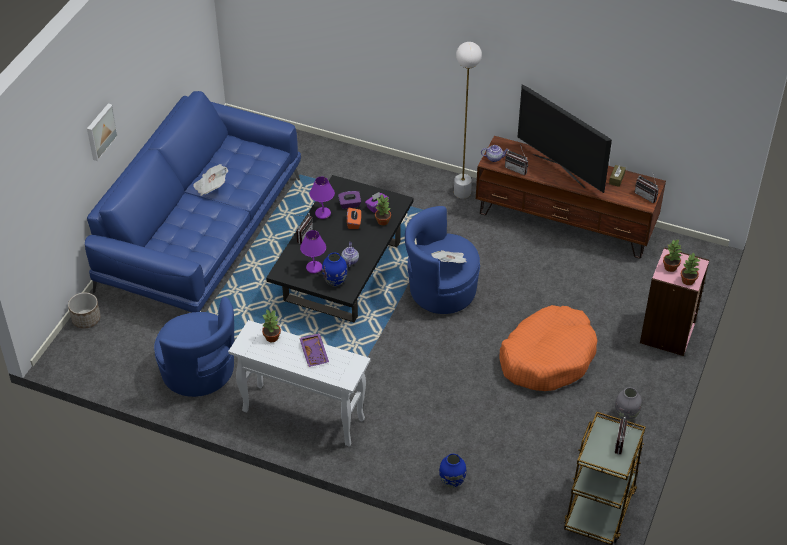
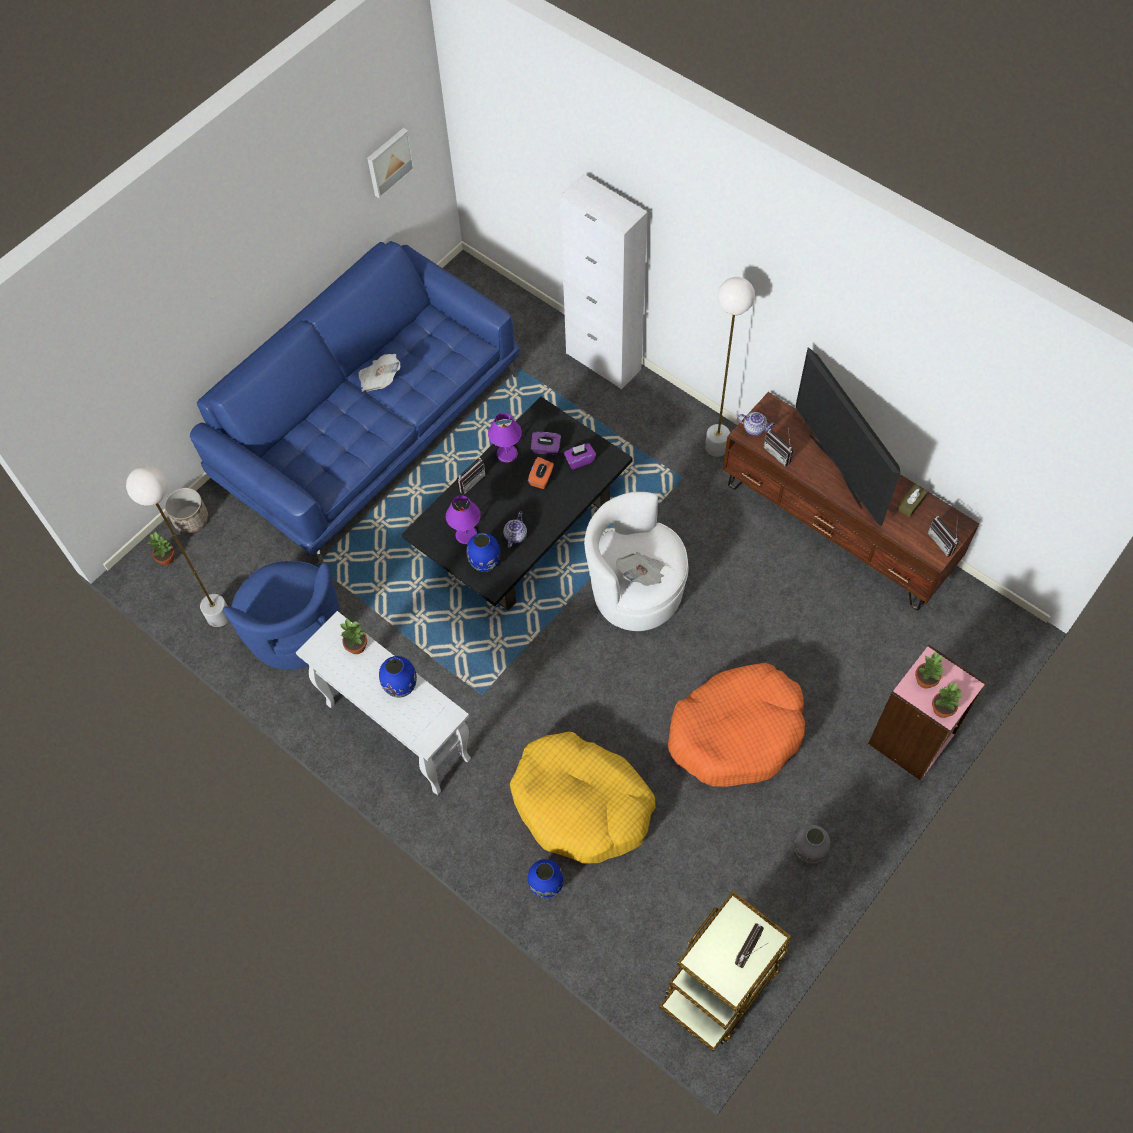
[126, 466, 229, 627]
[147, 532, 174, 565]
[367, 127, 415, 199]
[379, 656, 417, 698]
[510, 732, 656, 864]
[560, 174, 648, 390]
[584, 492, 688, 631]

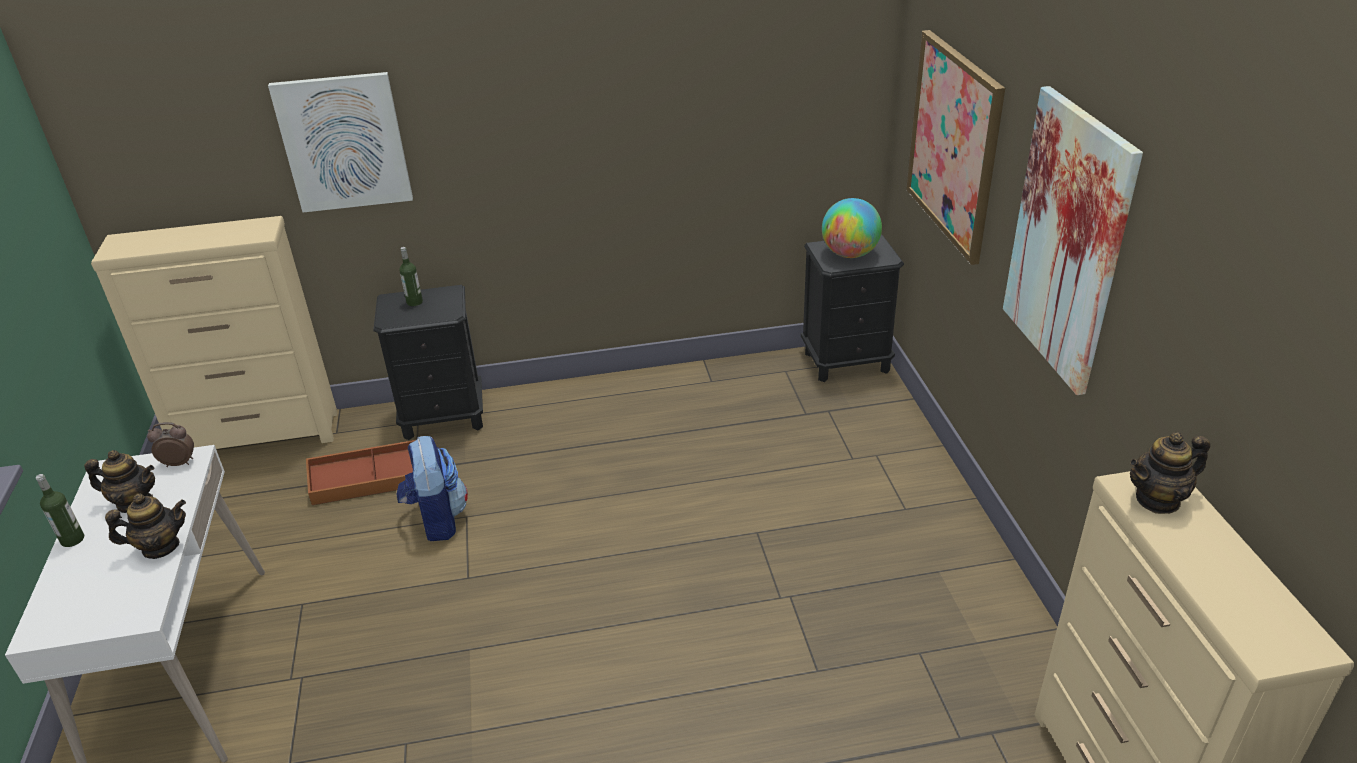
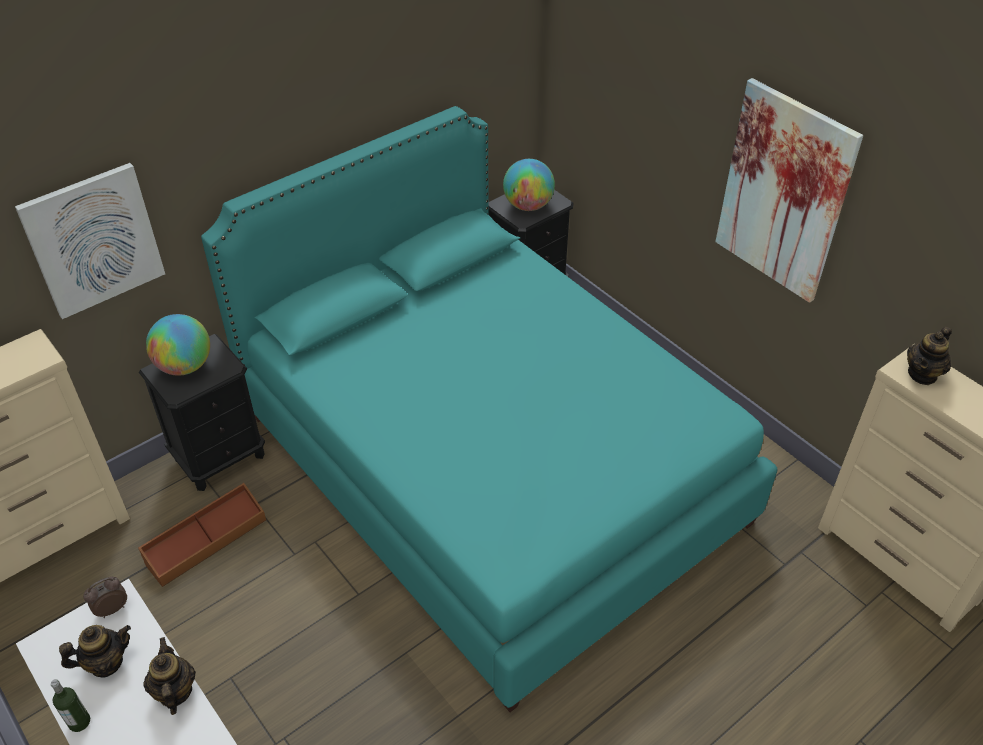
[143, 637, 196, 715]
[146, 314, 210, 376]
[201, 106, 777, 712]
[397, 436, 468, 541] (first image)
[906, 30, 1005, 265] (first image)

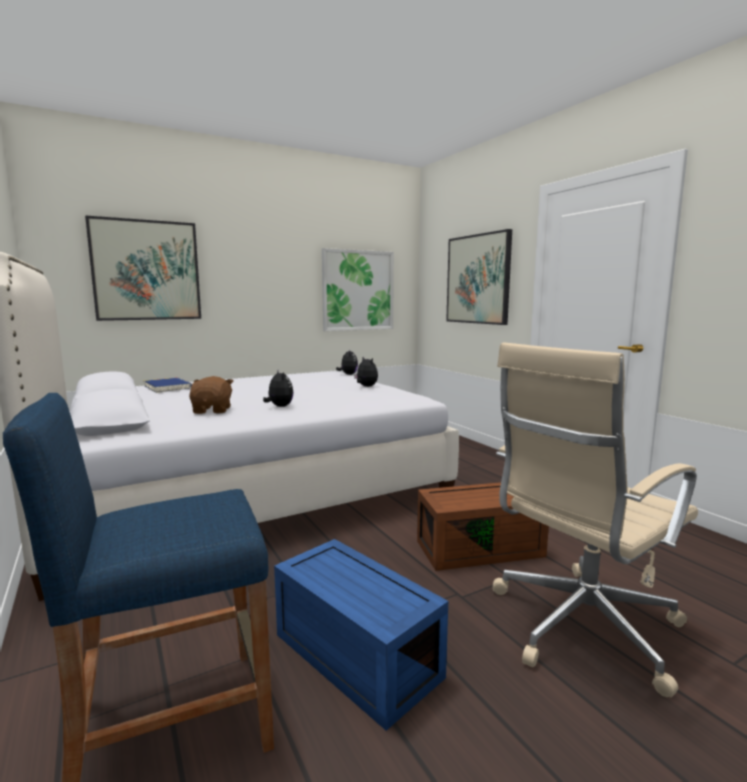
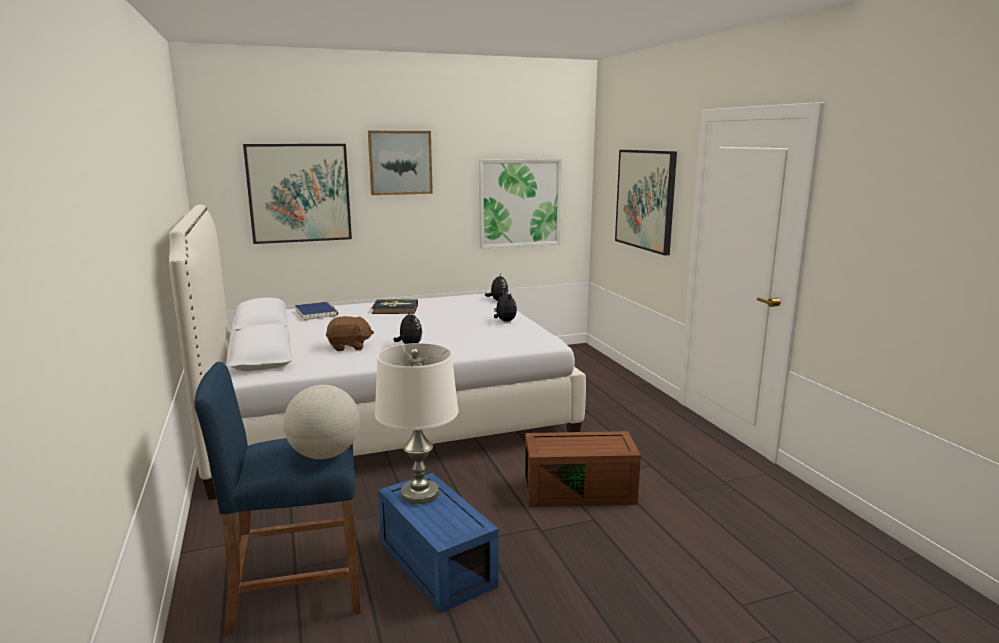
[283, 385, 360, 459]
[326, 316, 374, 351]
[368, 131, 433, 195]
[372, 299, 418, 314]
[375, 343, 459, 504]
[493, 342, 698, 697] (first image)

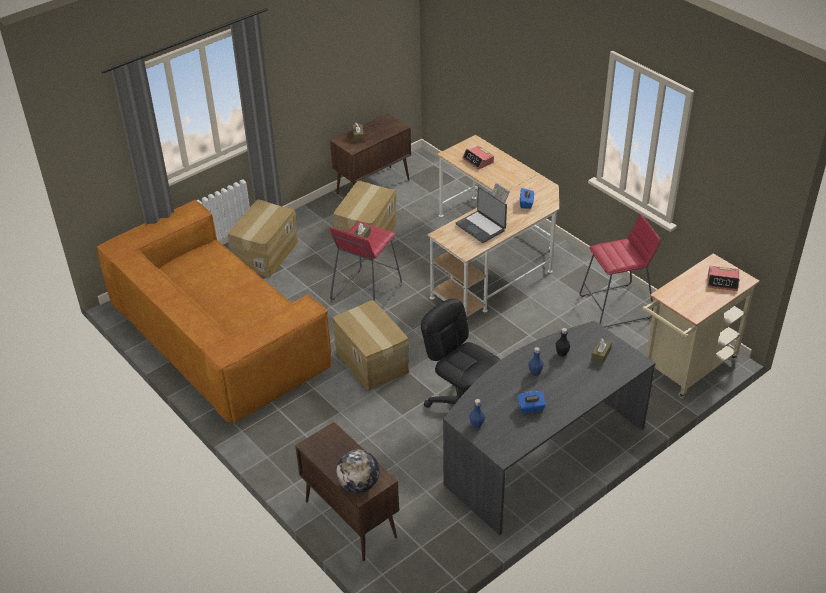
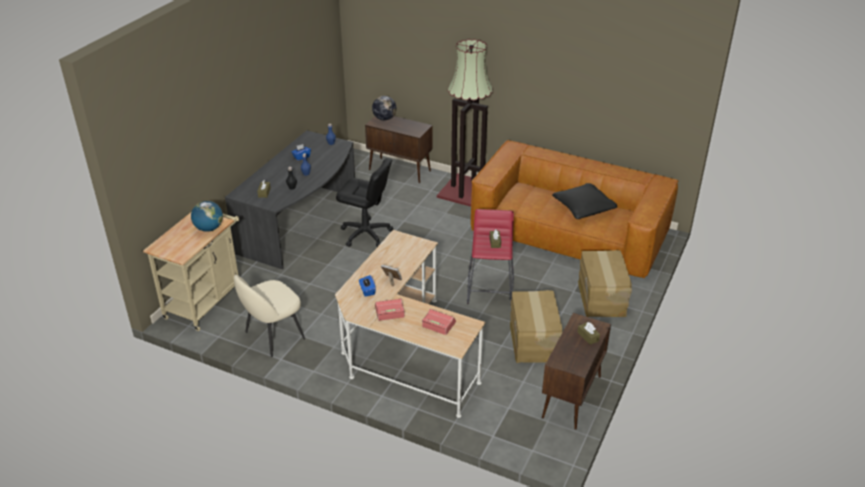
[191, 201, 223, 232]
[234, 275, 305, 357]
[375, 299, 405, 321]
[437, 39, 493, 207]
[552, 183, 617, 219]
[332, 300, 409, 391] (first image)
[455, 186, 507, 243] (first image)

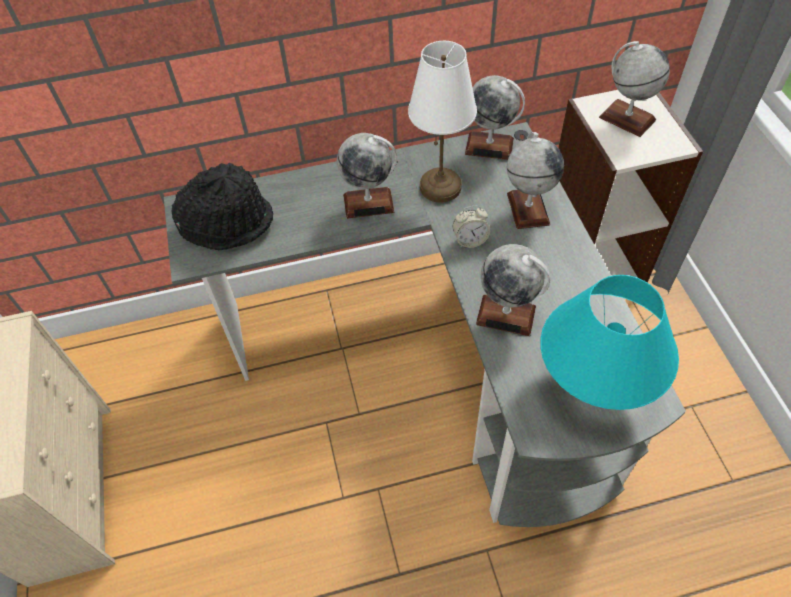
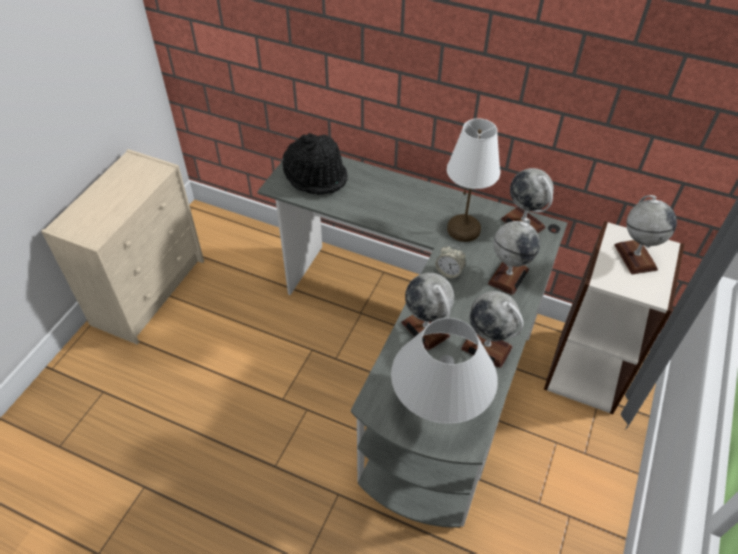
[391, 318, 498, 424]
[461, 291, 523, 368]

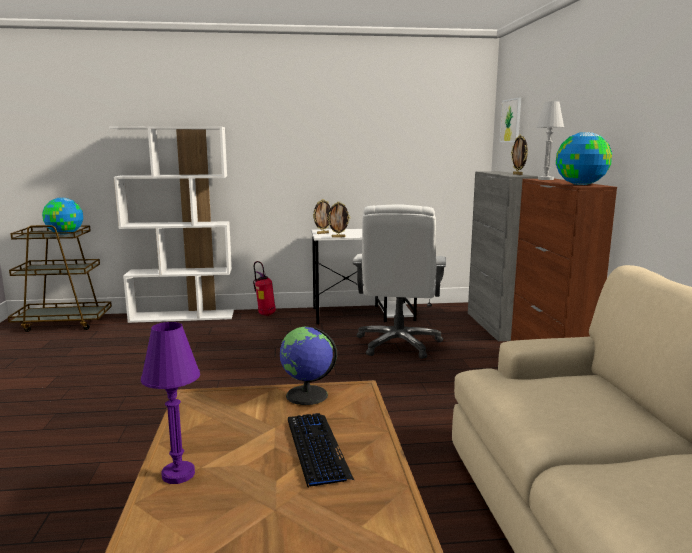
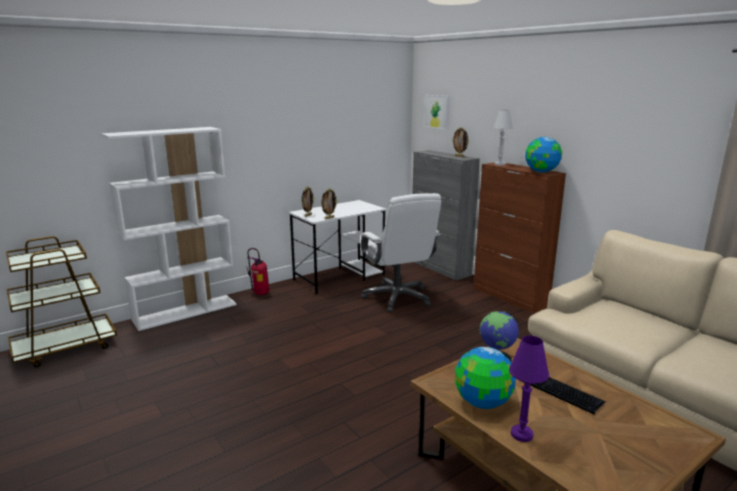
[455, 347, 516, 409]

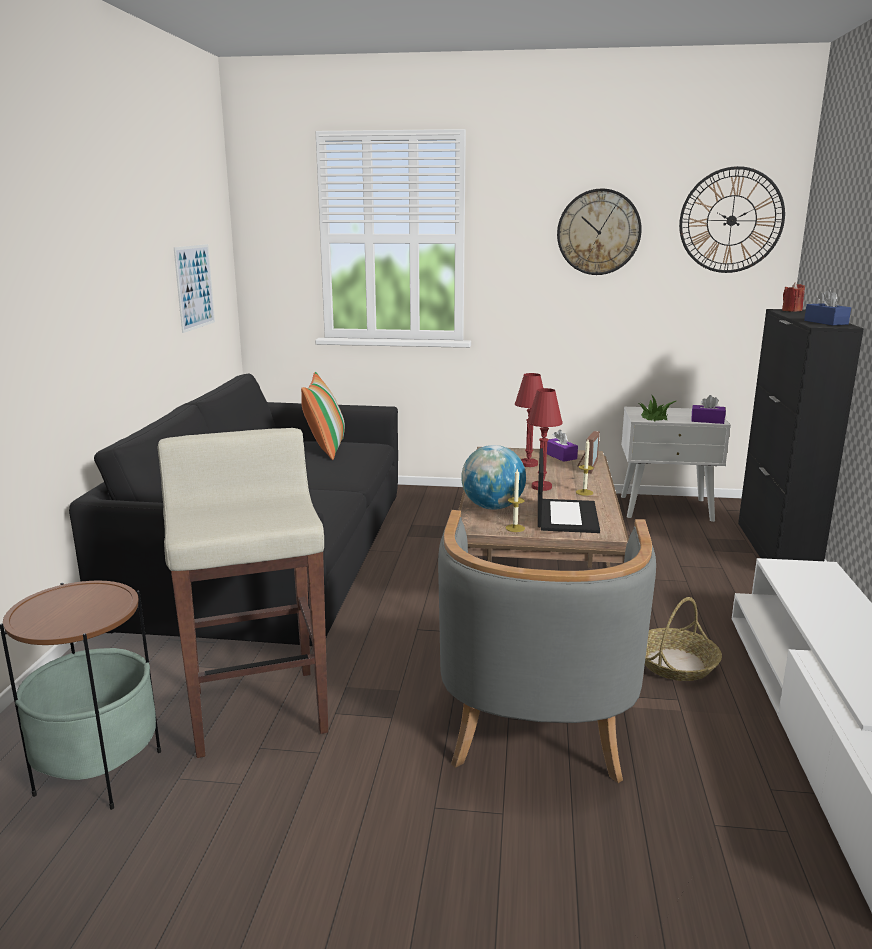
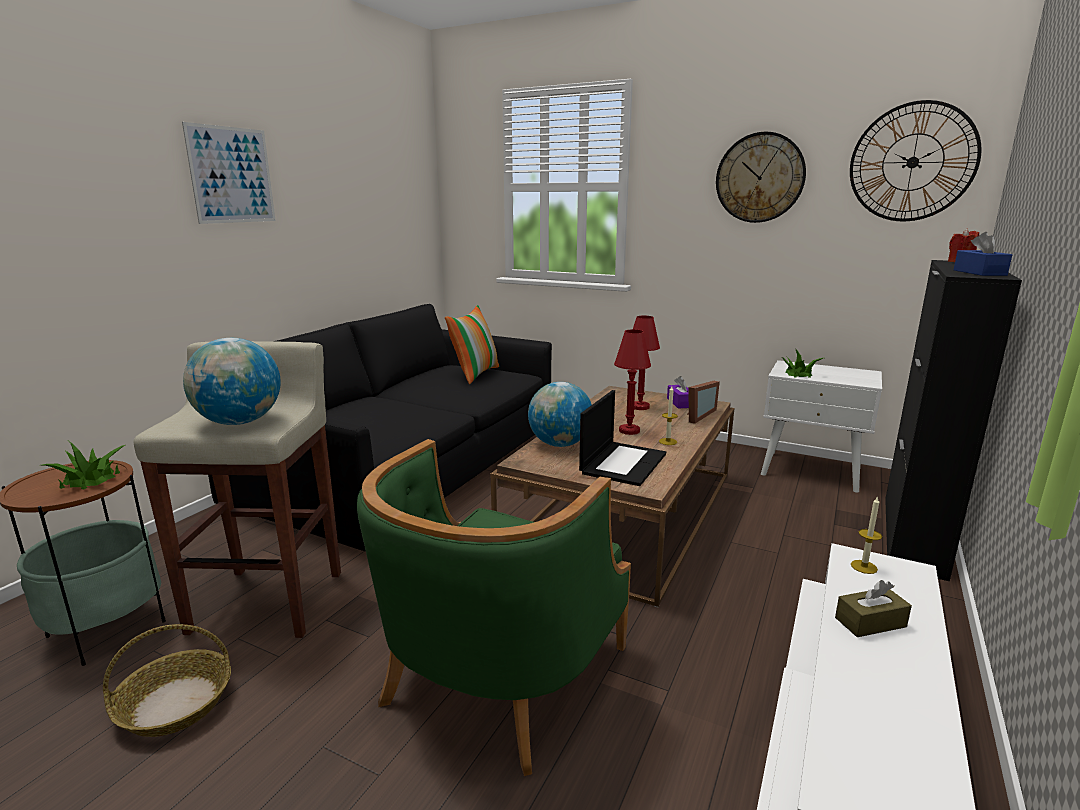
[42, 441, 125, 489]
[103, 624, 231, 737]
[182, 122, 276, 224]
[183, 338, 281, 425]
[357, 439, 631, 776]
[835, 580, 912, 637]
[851, 496, 882, 574]
[692, 395, 726, 424] (first image)

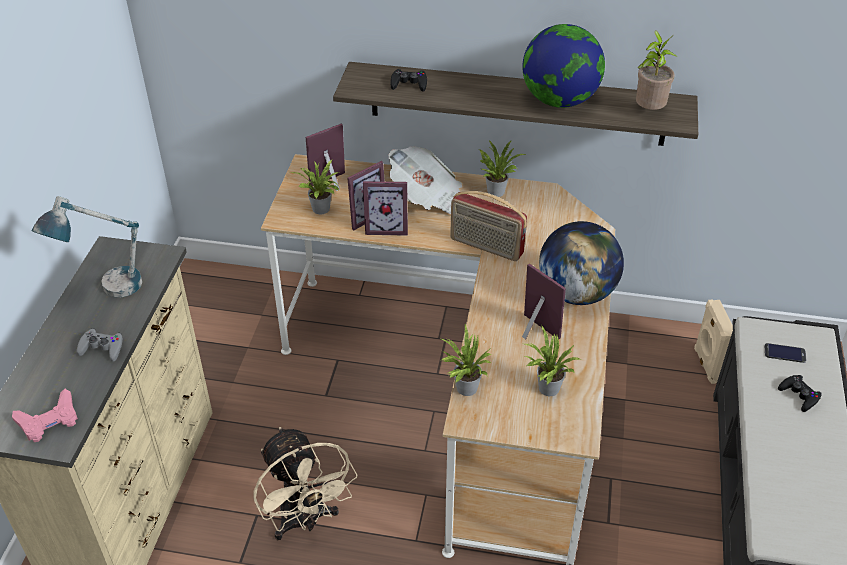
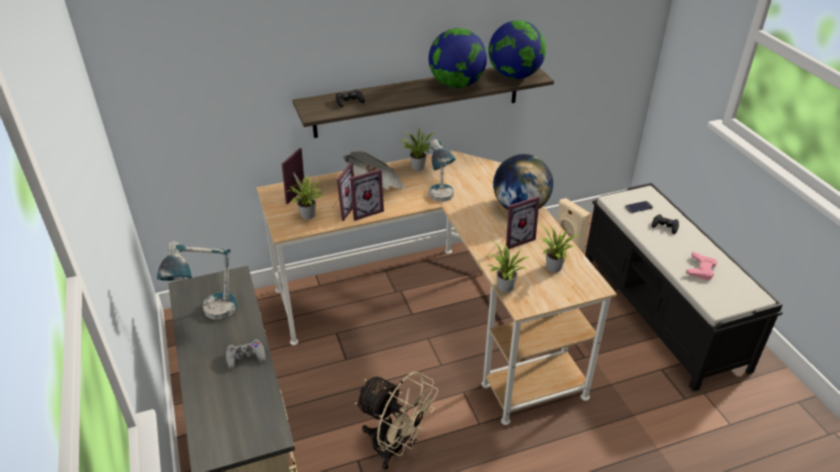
[429, 139, 456, 202]
[488, 20, 546, 79]
[506, 196, 540, 249]
[686, 252, 717, 280]

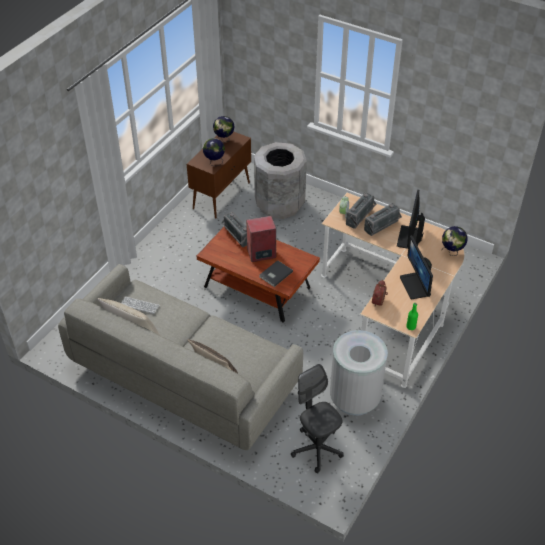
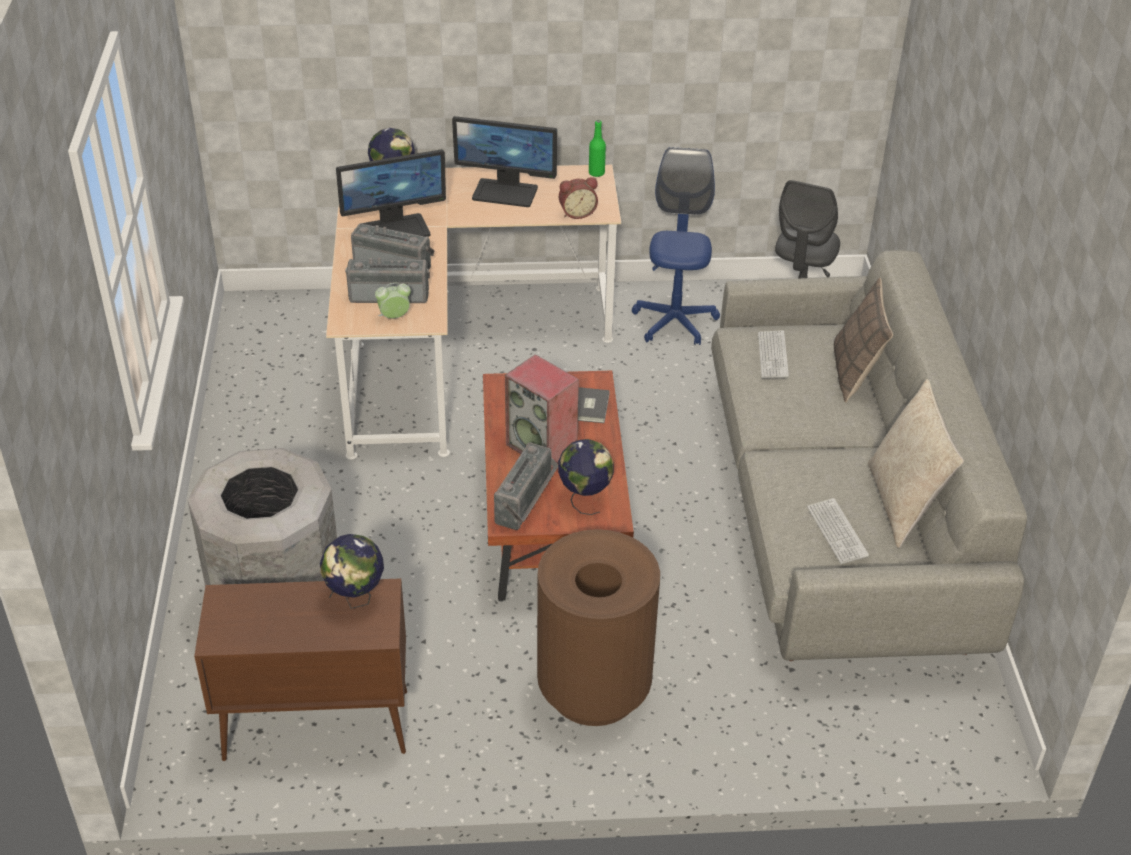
[452, 116, 557, 207]
[537, 529, 660, 726]
[558, 439, 614, 515]
[632, 147, 720, 345]
[758, 330, 789, 379]

